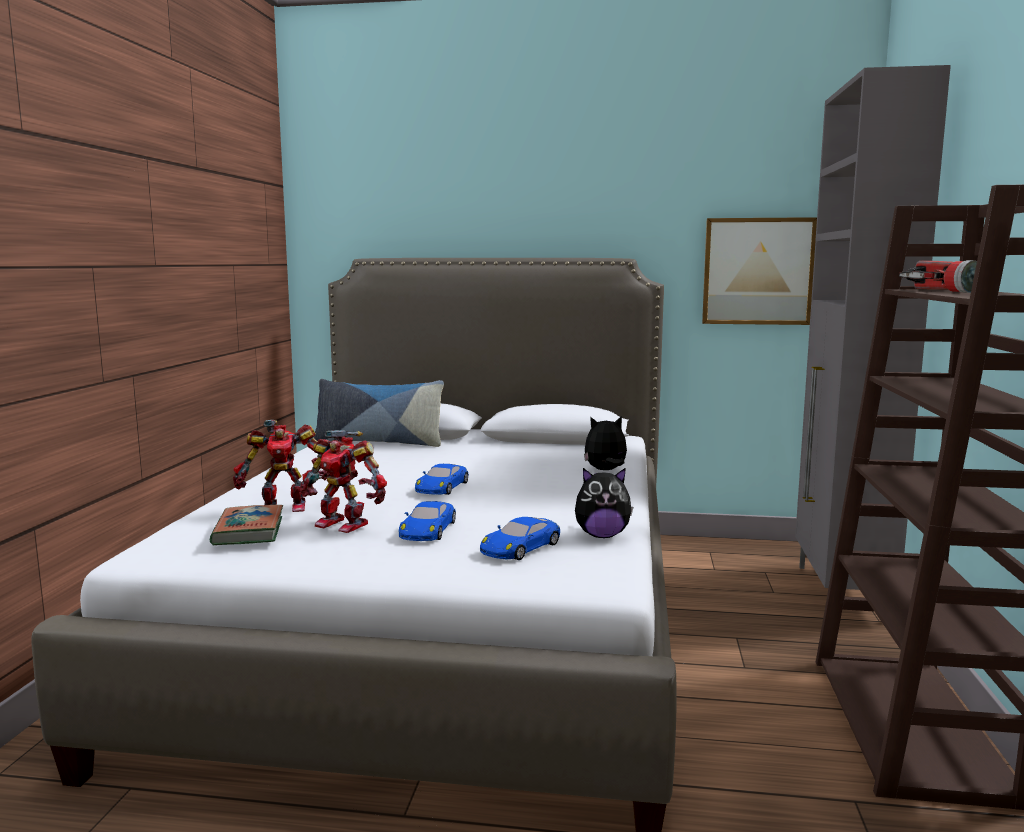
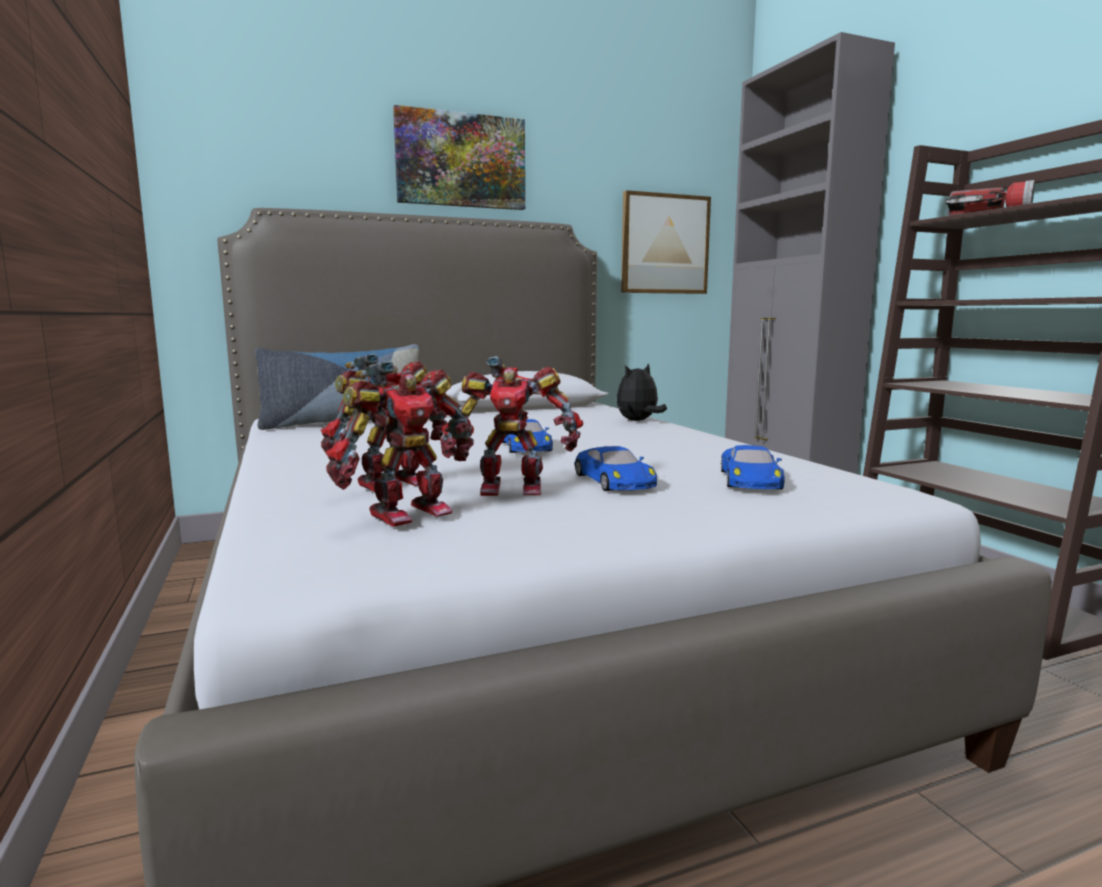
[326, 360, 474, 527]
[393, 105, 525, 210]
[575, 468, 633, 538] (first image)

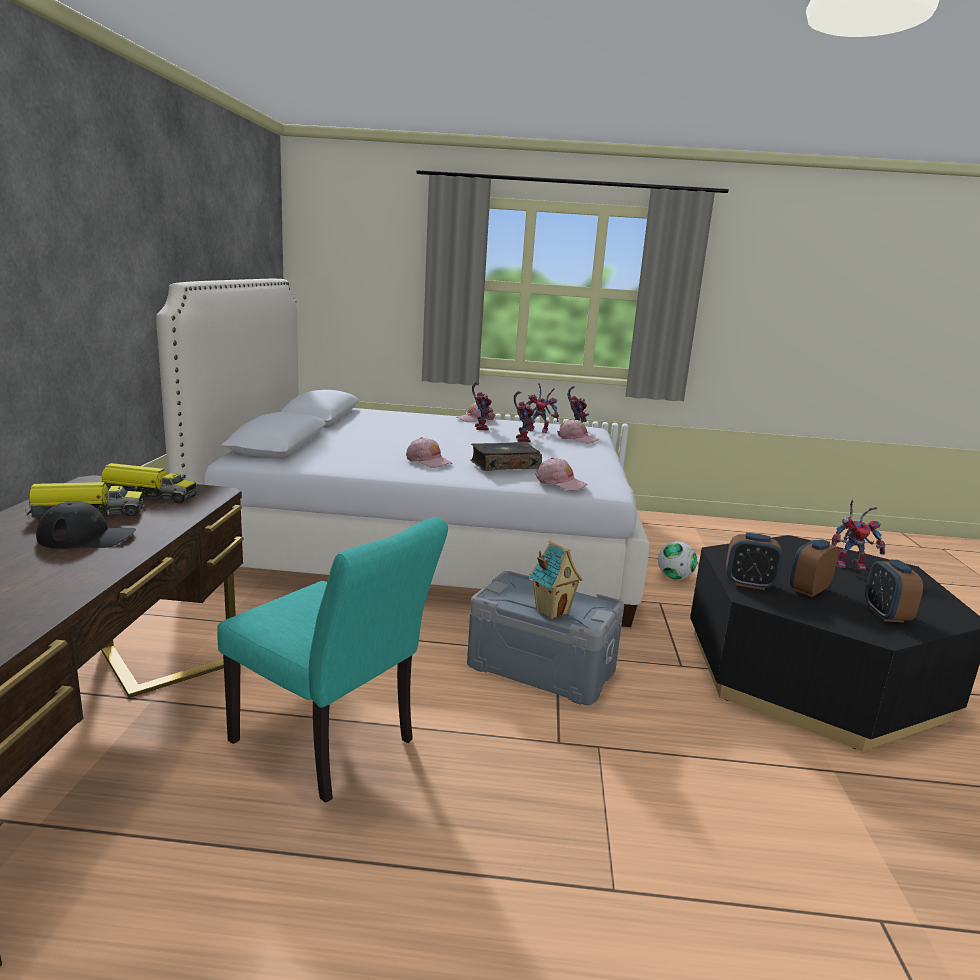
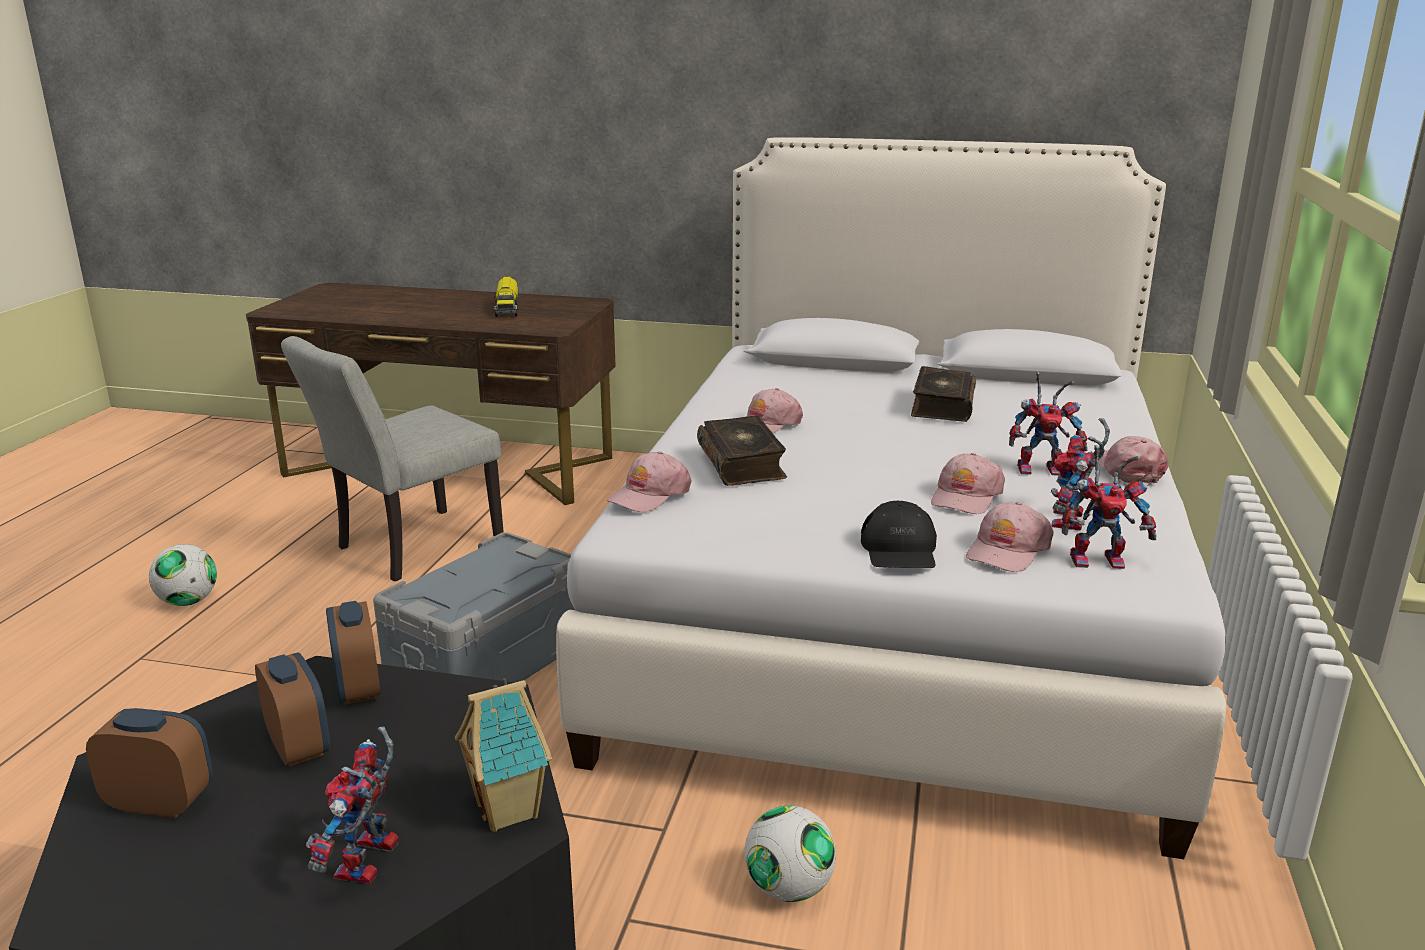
[149, 544, 217, 606]
[281, 336, 504, 581]
[326, 601, 381, 705]
[455, 678, 552, 832]
[861, 501, 937, 568]
[911, 366, 976, 422]
[931, 453, 1005, 514]
[101, 463, 198, 504] (first image)

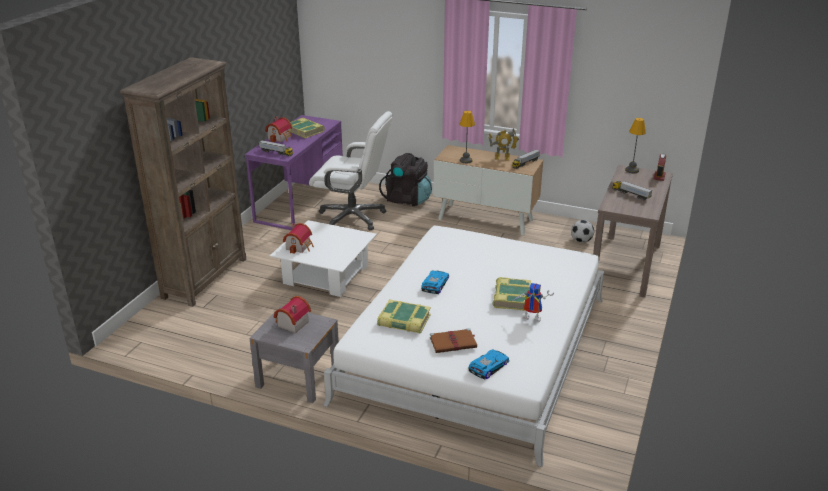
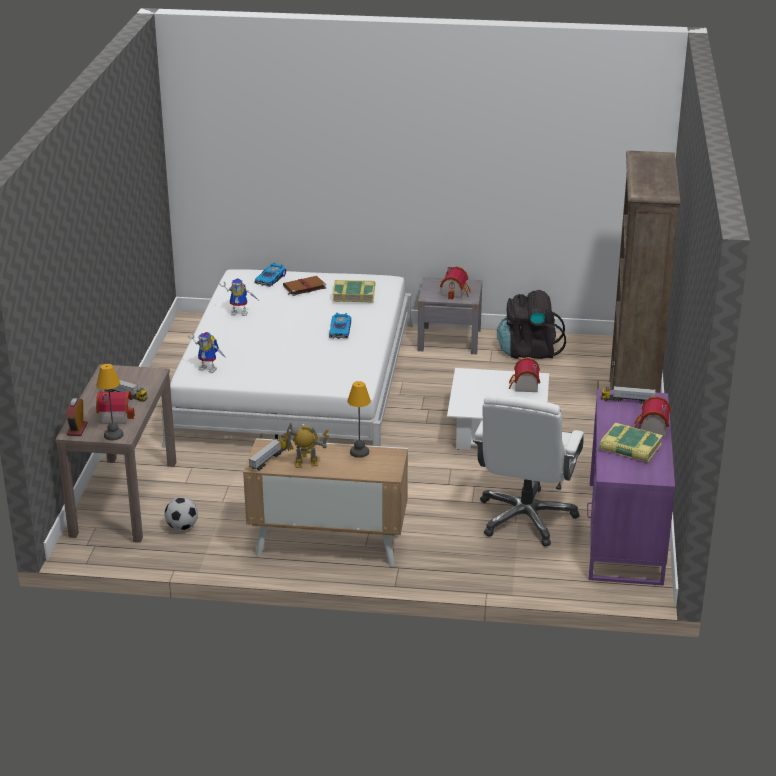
[96, 391, 135, 424]
[188, 332, 227, 373]
[473, 394, 584, 546]
[497, 290, 566, 359]
[492, 277, 531, 311] (first image)

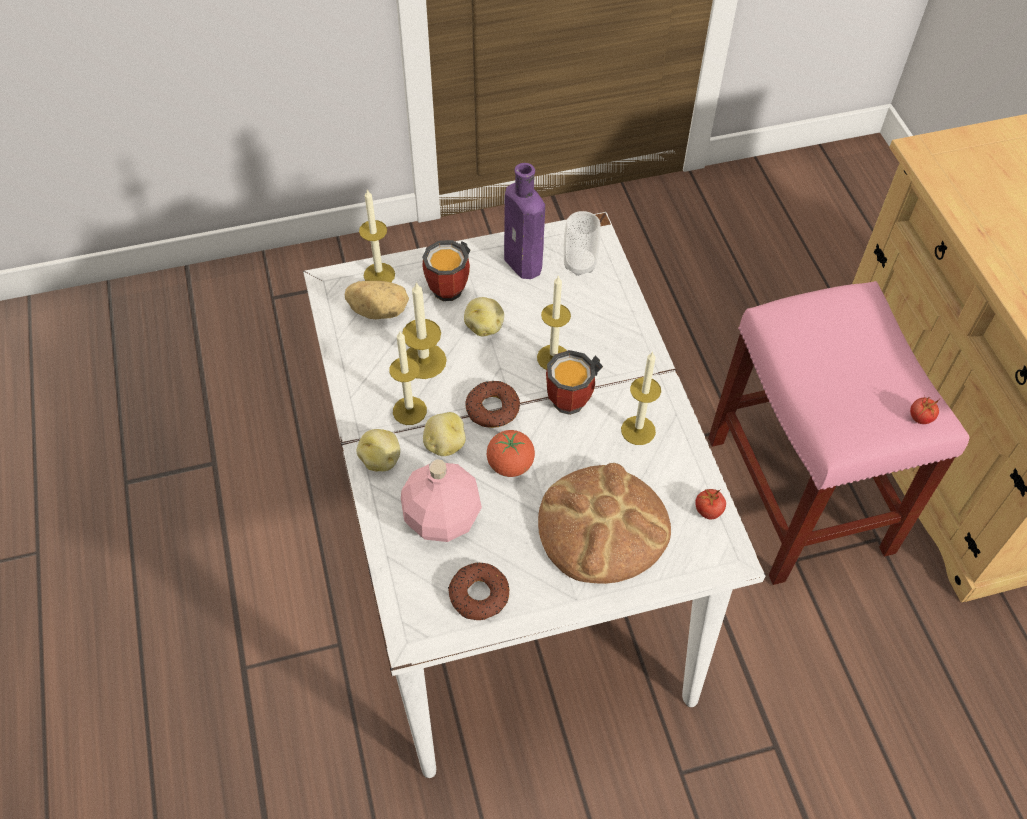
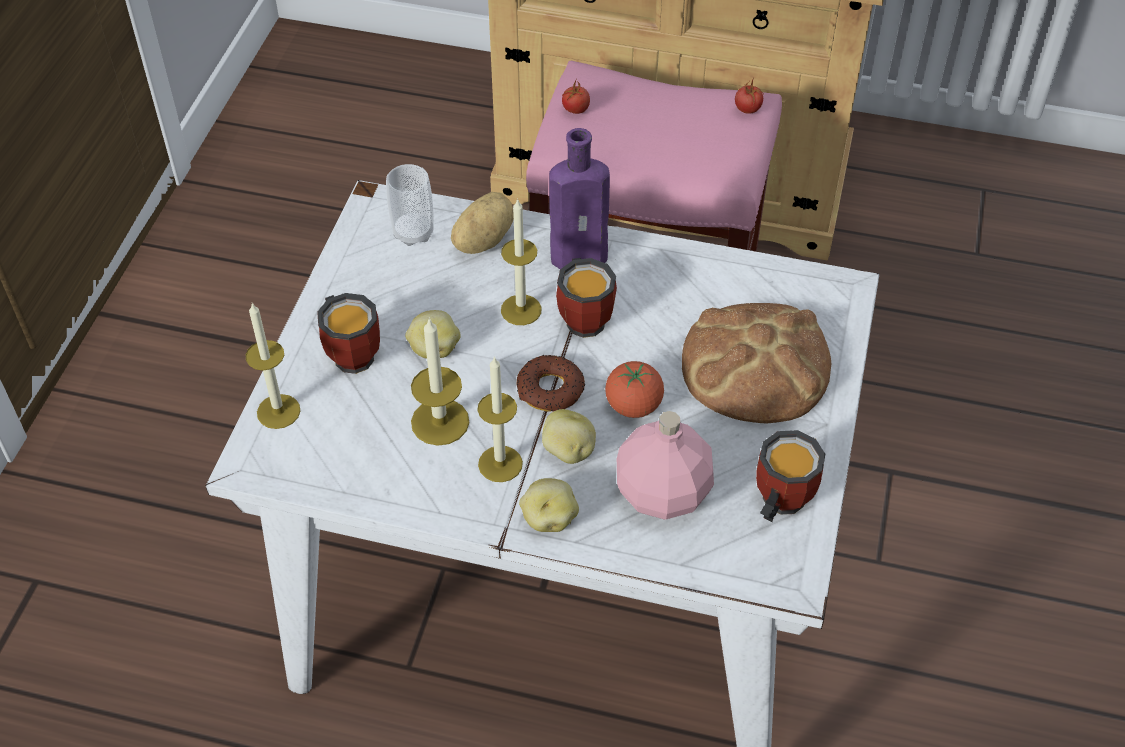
[451, 192, 514, 254]
[549, 128, 610, 269]
[562, 78, 590, 114]
[756, 430, 825, 522]
[621, 351, 661, 445] (first image)

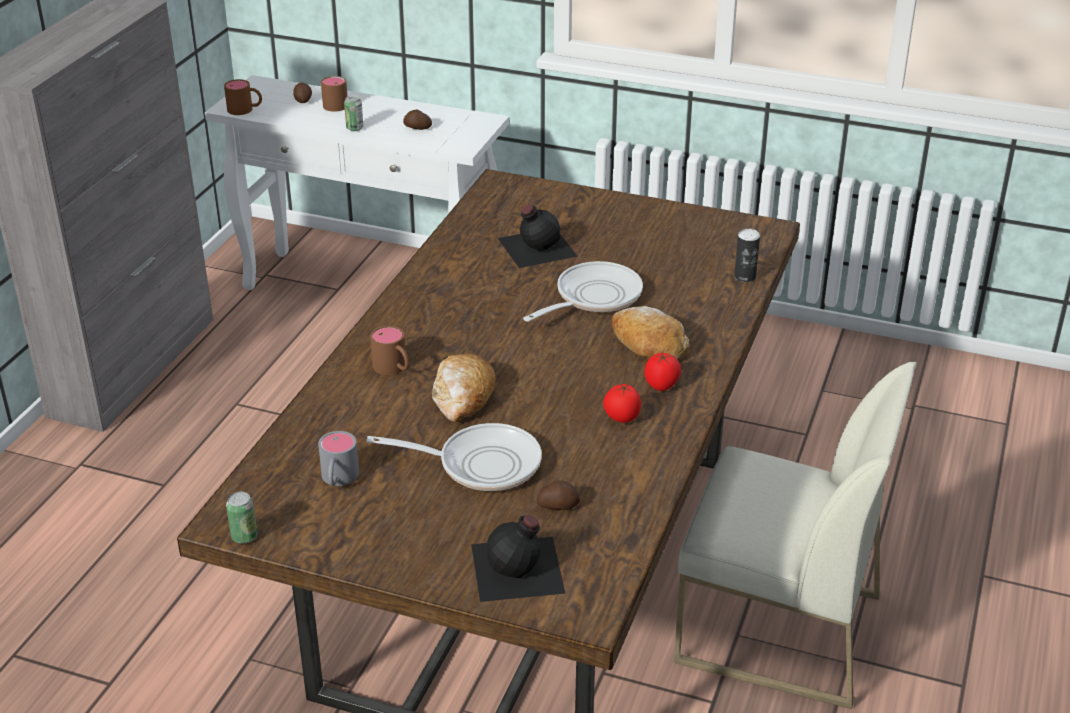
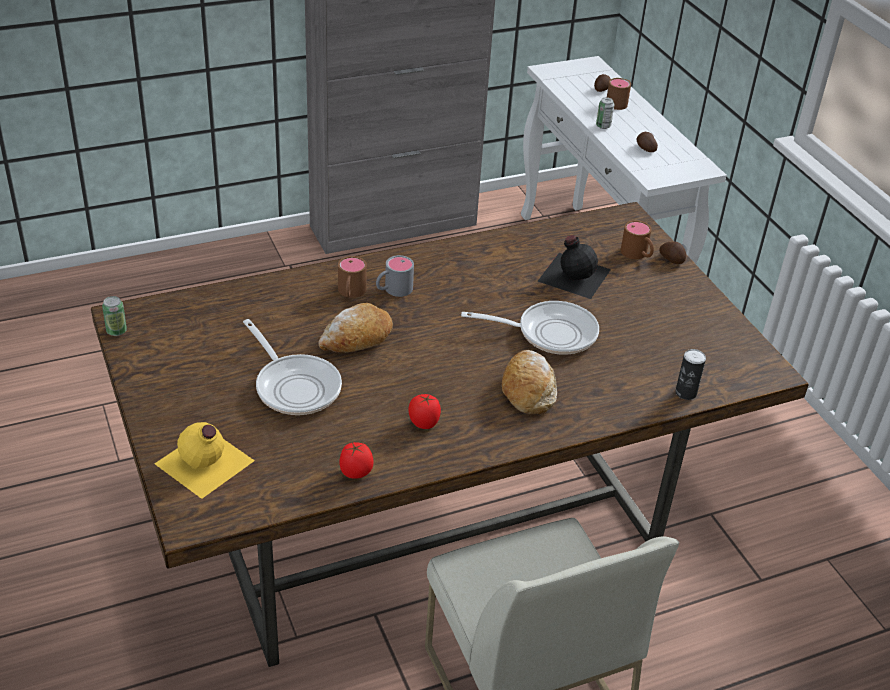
[155, 422, 255, 499]
[339, 442, 374, 479]
[376, 255, 414, 297]
[620, 220, 654, 259]
[659, 242, 686, 264]

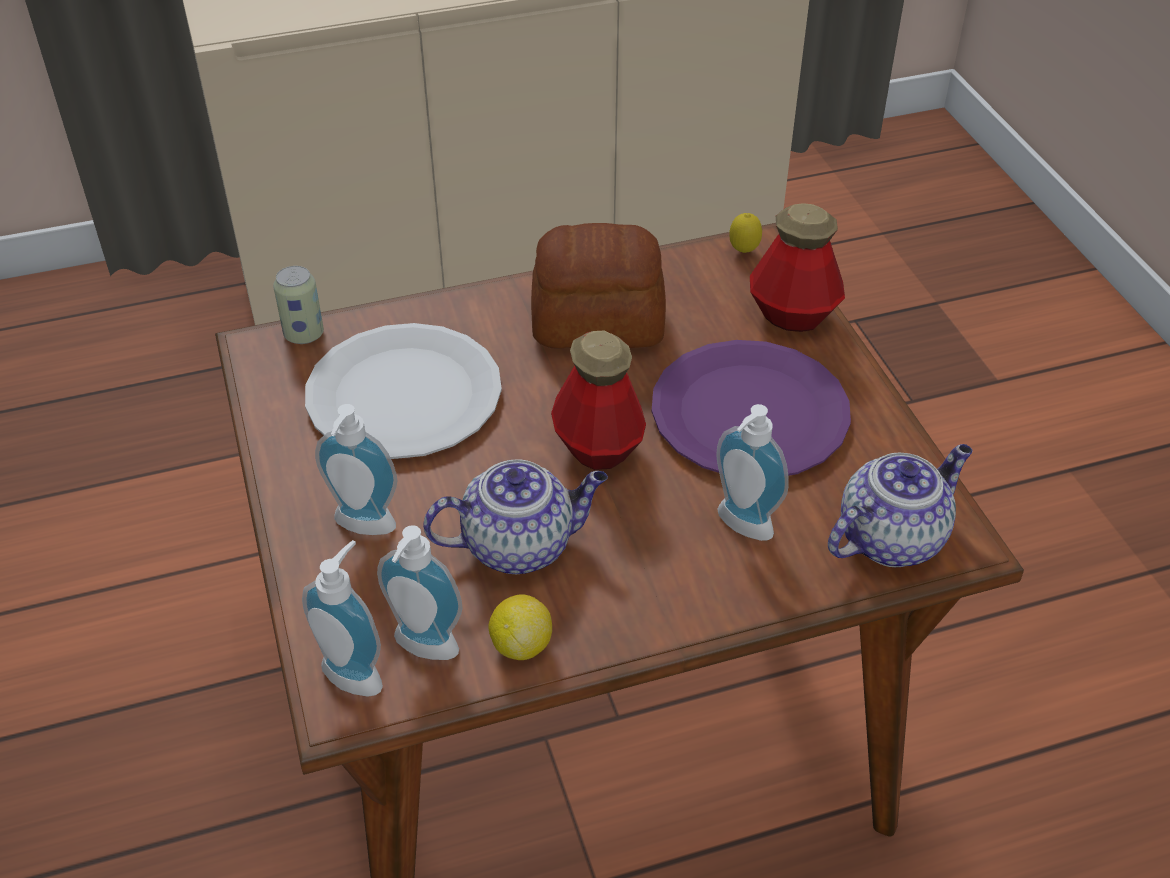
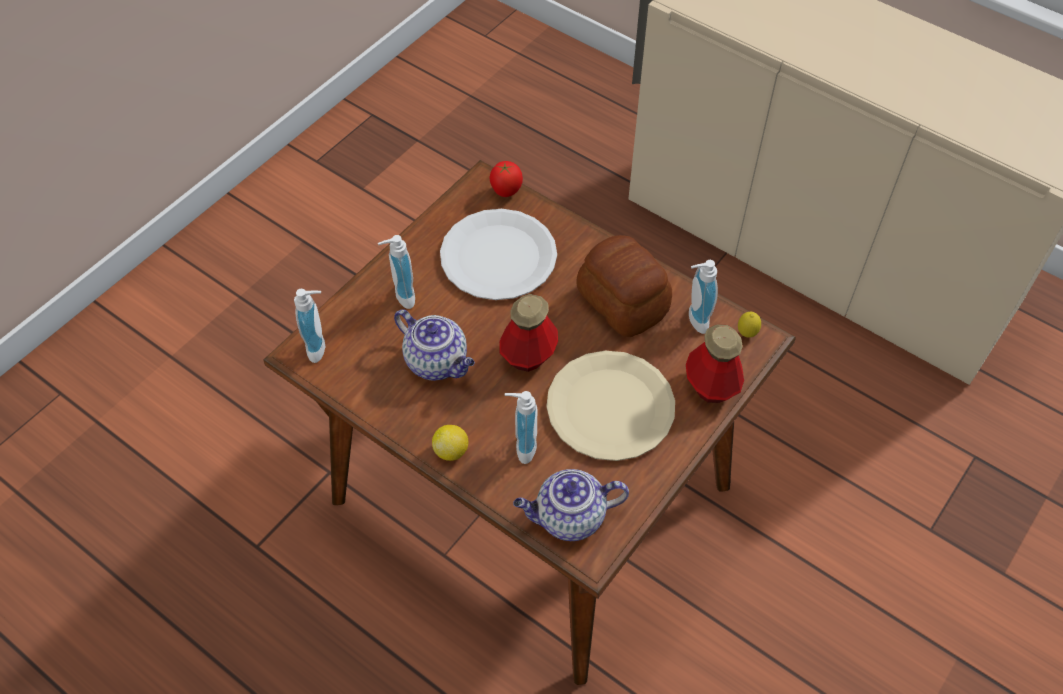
[432, 425, 468, 461]
[490, 161, 523, 197]
[513, 469, 629, 541]
[546, 351, 675, 461]
[689, 260, 718, 334]

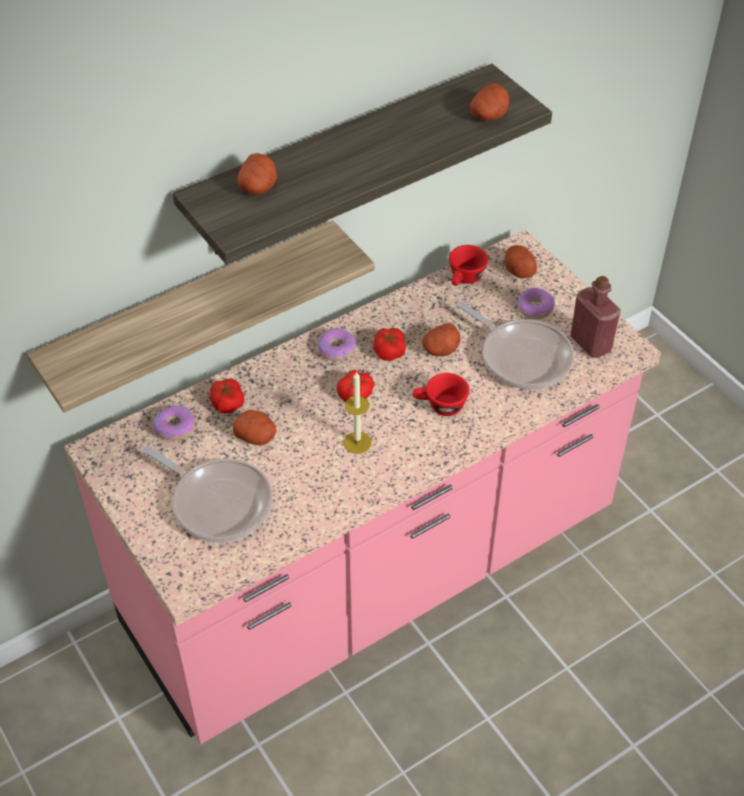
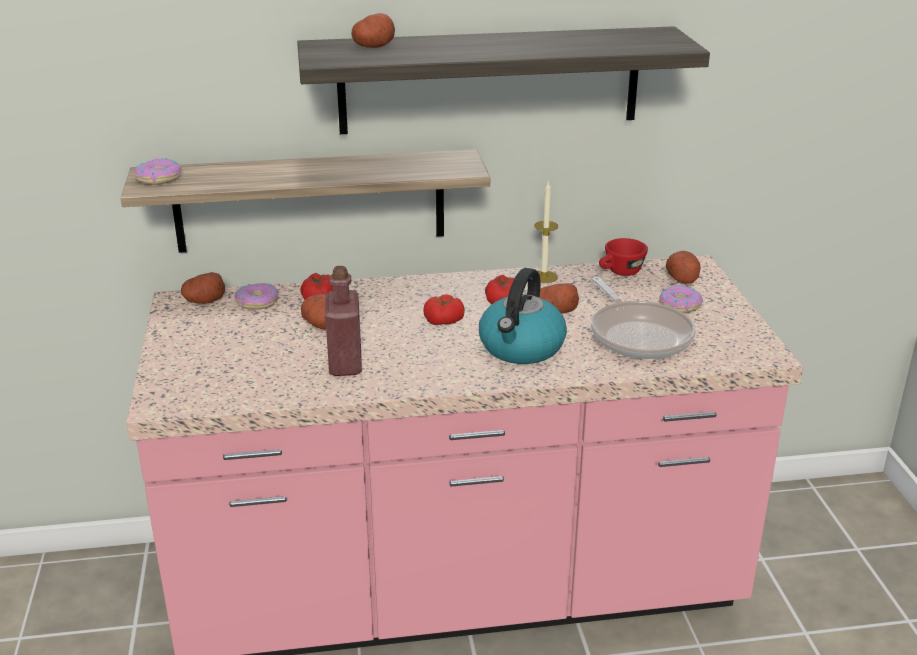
[134, 158, 181, 185]
[181, 272, 225, 304]
[325, 266, 362, 376]
[479, 268, 567, 364]
[535, 180, 558, 283]
[143, 446, 273, 542] (first image)

